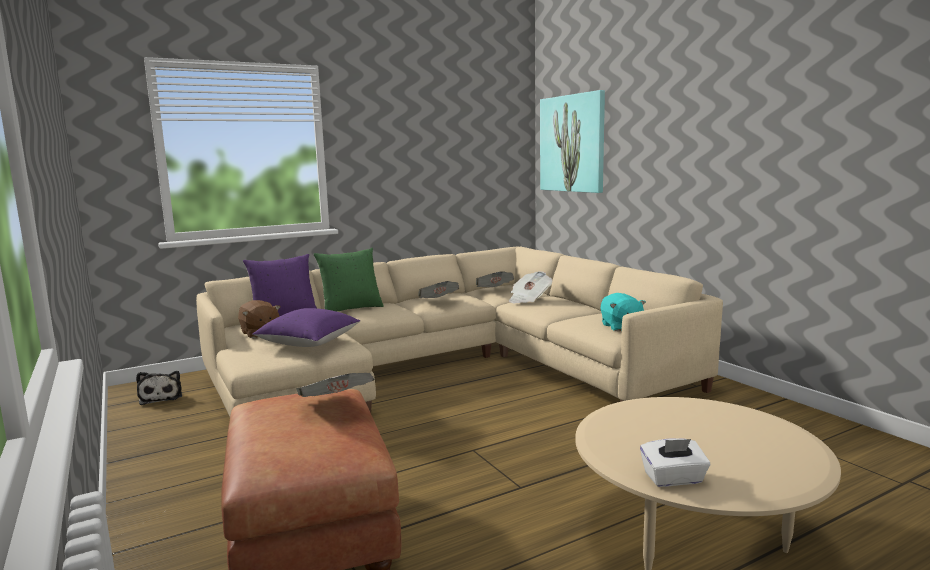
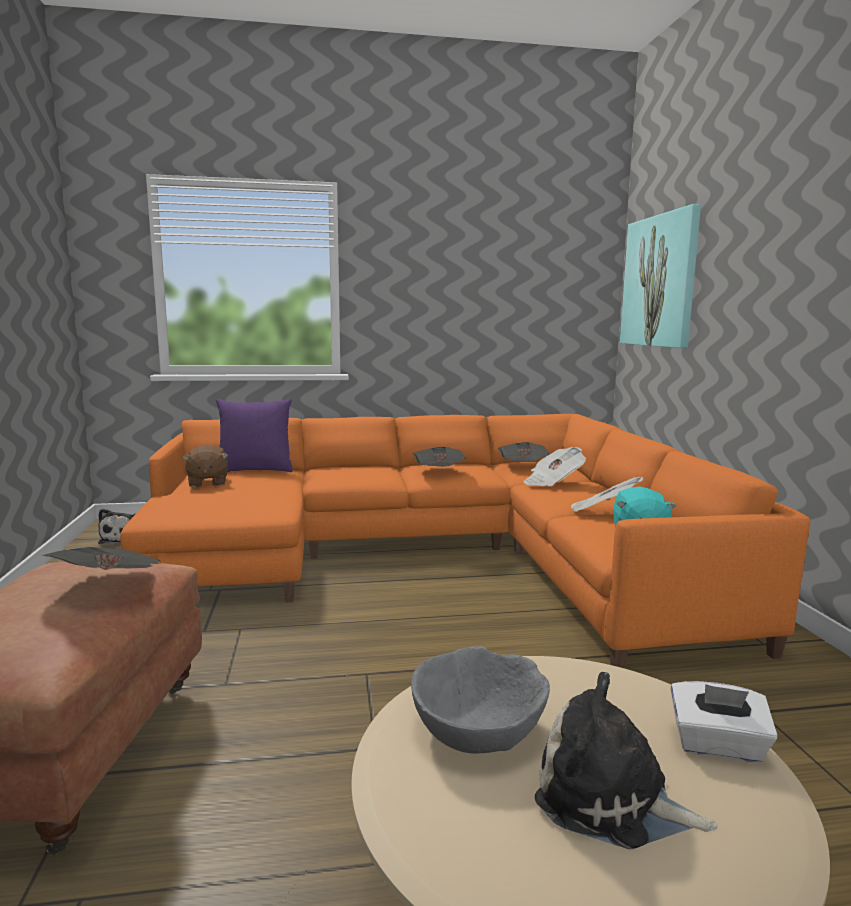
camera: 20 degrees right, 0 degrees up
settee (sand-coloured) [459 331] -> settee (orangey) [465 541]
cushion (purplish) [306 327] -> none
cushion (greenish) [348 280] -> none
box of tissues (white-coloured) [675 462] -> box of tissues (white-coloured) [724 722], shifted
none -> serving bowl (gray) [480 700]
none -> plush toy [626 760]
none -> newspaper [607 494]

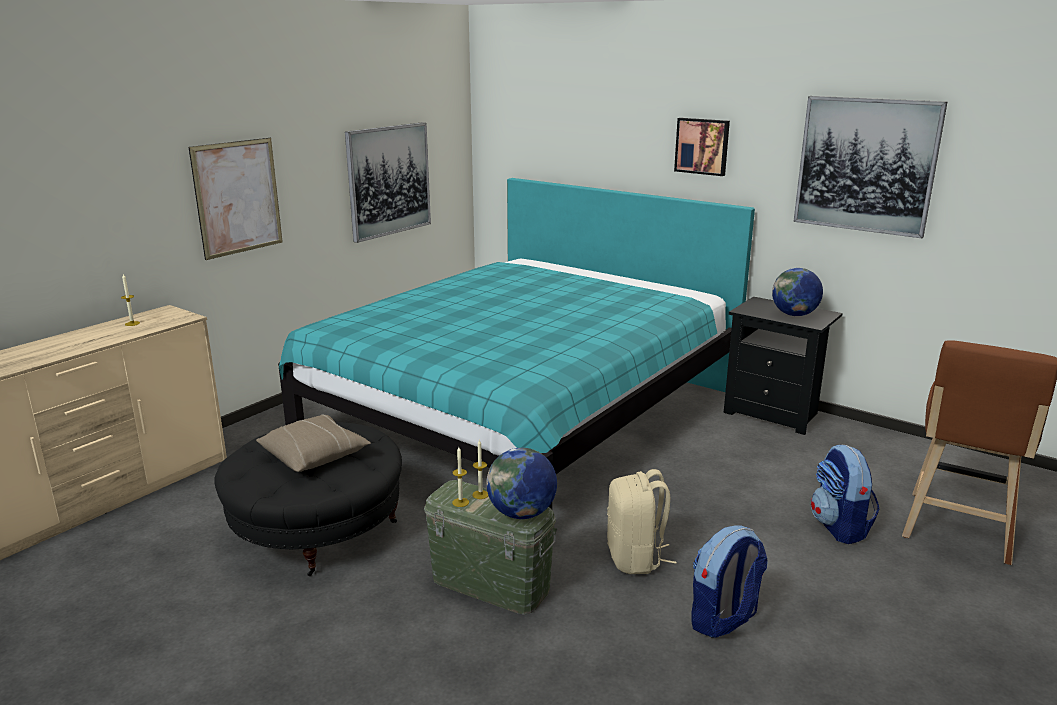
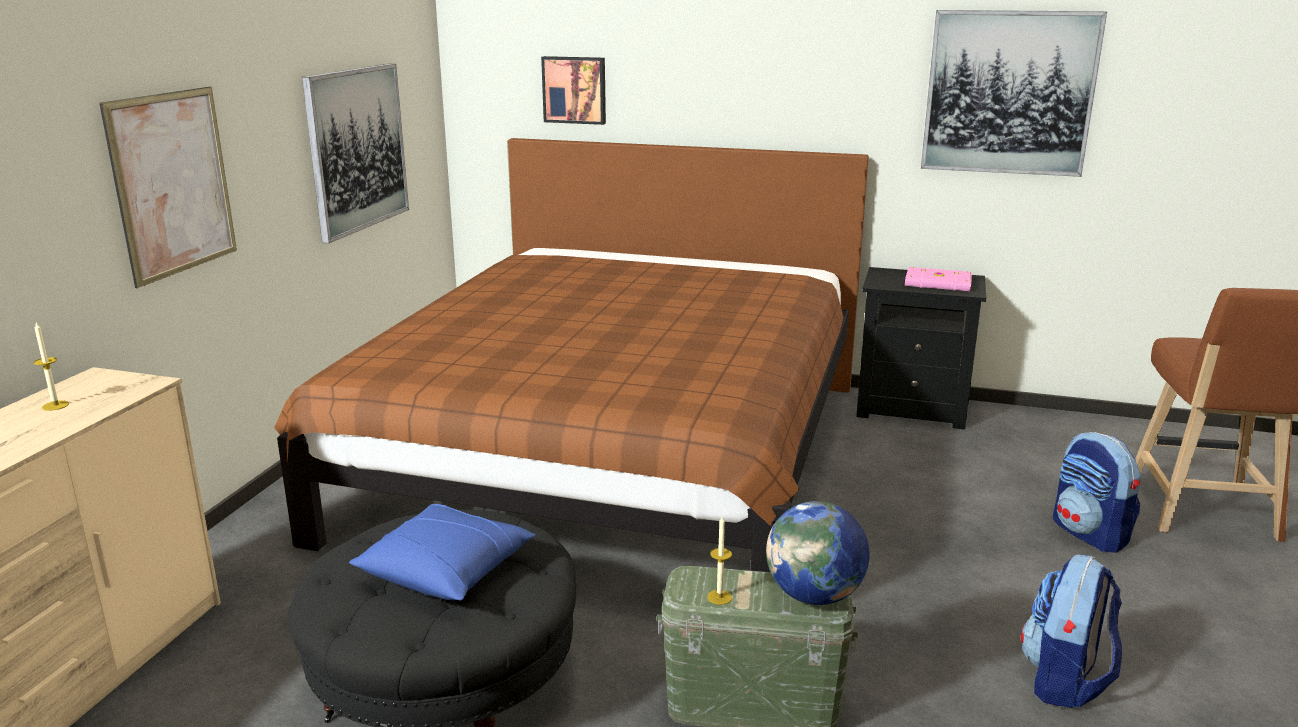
camera: 20 degrees left, 0 degrees up
cushion (sand-coloured) [313 443] -> cushion (blue-coloured) [442 552]
bed (blue-green) [516 343] -> bed (brownish) [571 355]
wax candle [480 469] -> none
backpack (sand-coloured) [641 521] -> none
wall picture [702 147] -> wall picture [573 90], shifted
world globe [797 292] -> volume (pinkish) [938 279]

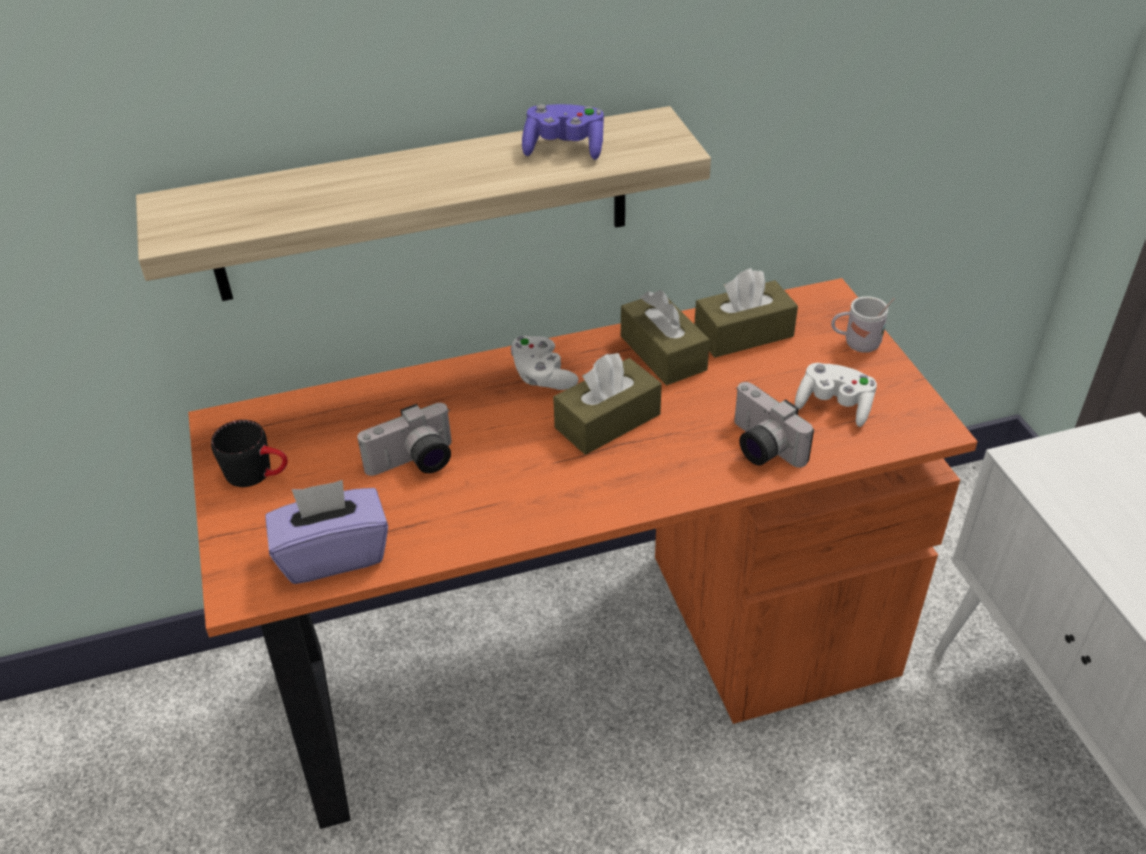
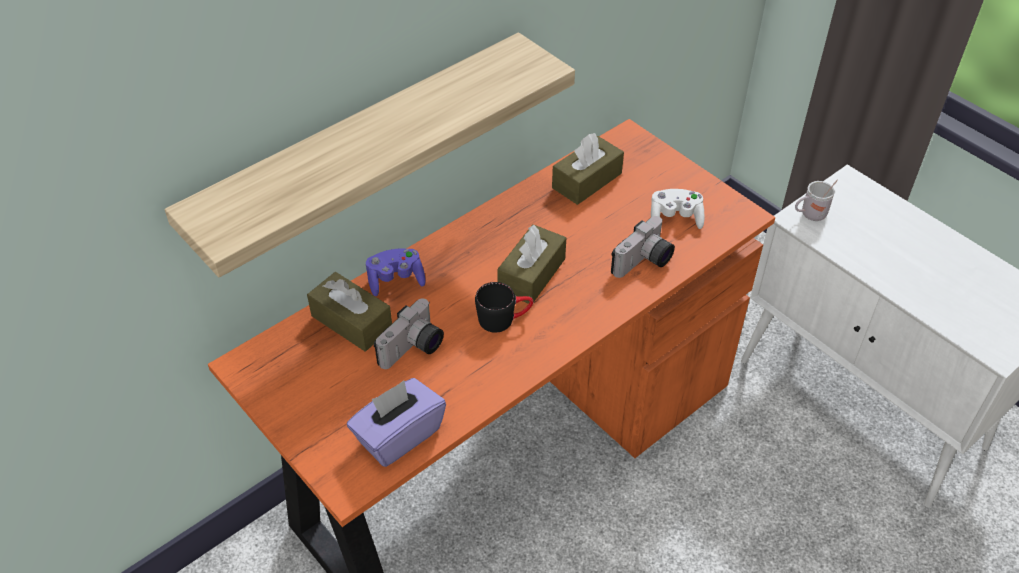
camera: 25 degrees left, 5 degrees up
mug (black-coloured) [249 453] -> mug (black-coloured) [504 307], shifted
game controller (white-coloured) [545 363] -> none
game controller (purplish) [563 132] -> game controller (purplish) [396 272], shifted
box of tissues (brownish) [665 338] -> box of tissues (brownish) [349 311], shifted
photo camera [774 425] -> photo camera [643 247], 75 degrees counterclockwise
mug (white-coloured) [863 324] -> mug (white-coloured) [816 200], shifted

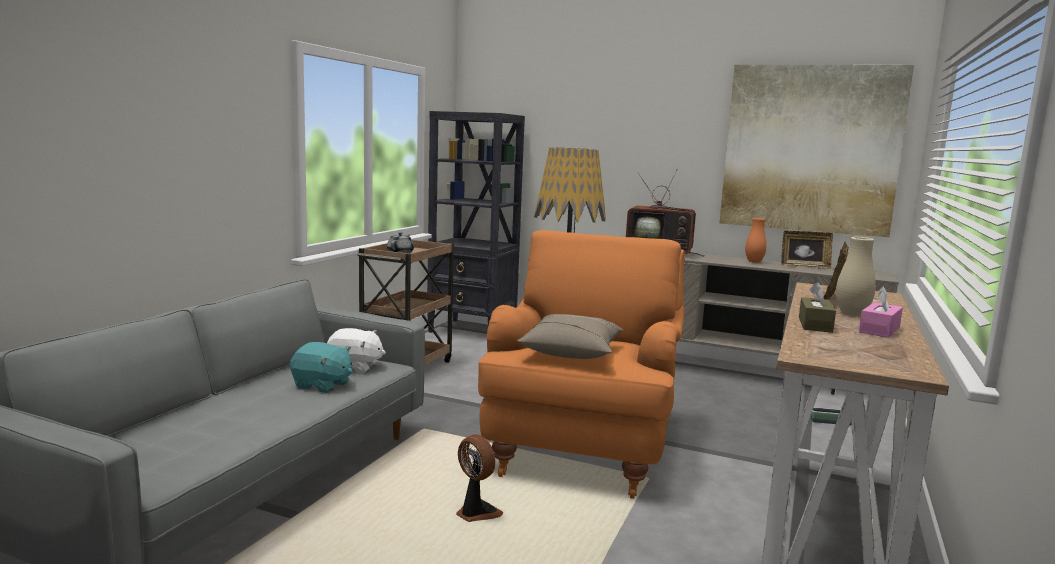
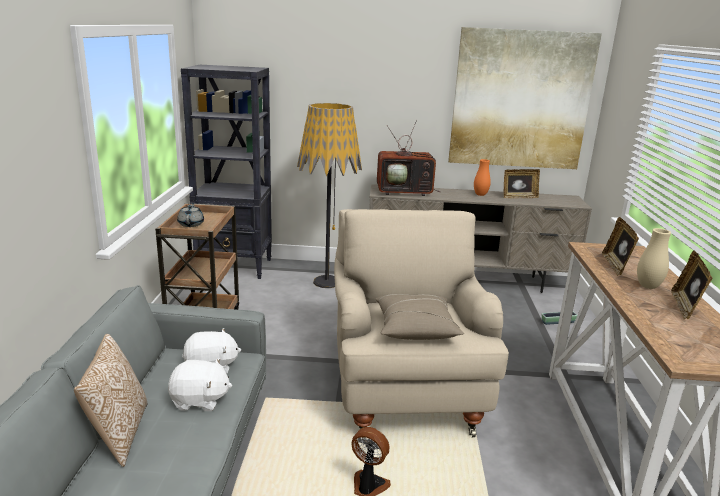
camera: 20 degrees left, 10 degrees up
plush toy (blue-green) [321 367] -> plush toy (white-coloured) [200 384]
easy chair (orangey) [581 364] -> easy chair (sand-coloured) [421 324]
box of tissues (brownish) [817 307] -> none
box of tissues (pinkish) [881 312] -> standing frame [691 285]
none -> cushion [111 400]

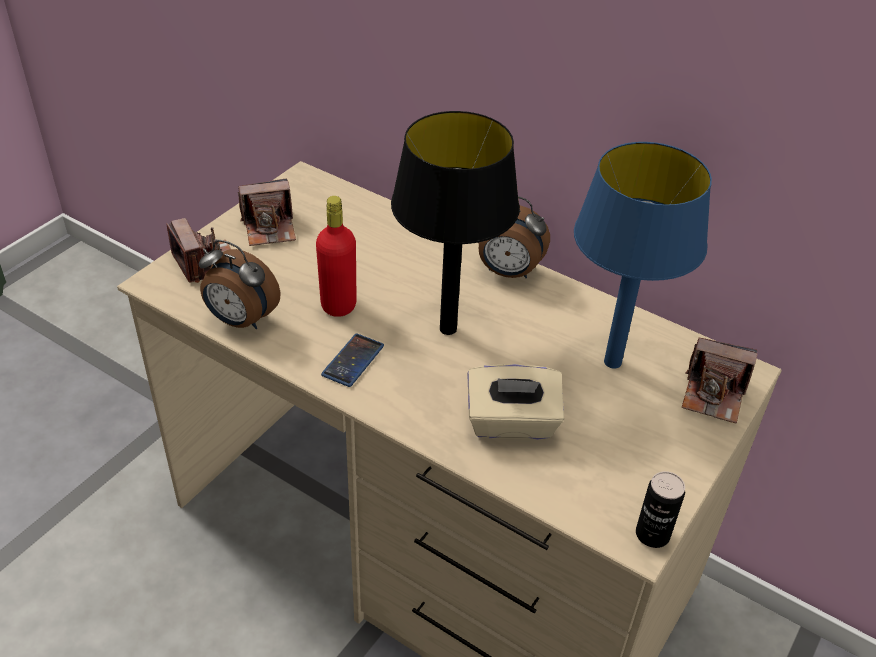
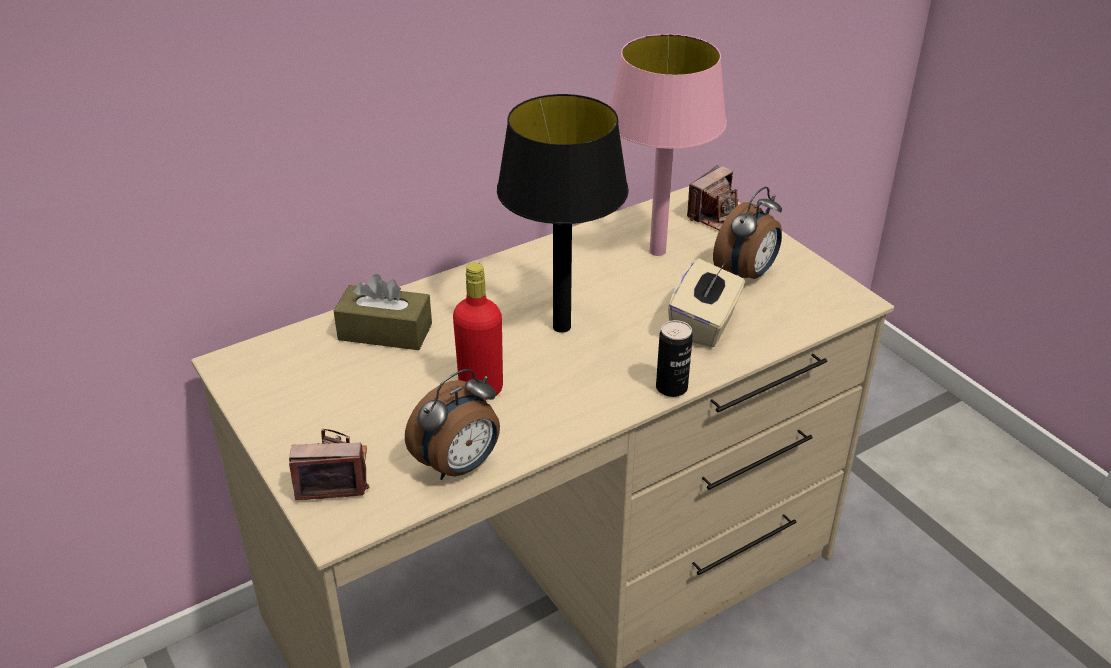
camera: 65 degrees left, 5 degrees down
photo camera [267 212] -> none
phone [352 360] -> none
table clock [514 237] -> table clock [747 233], shifted
table lamp (blue-coloured) [643 255] -> table lamp (pinkish) [668 145]
sealed can [660 509] -> sealed can [674 358], shifted
none -> box of tissues (brownish) [383 312]

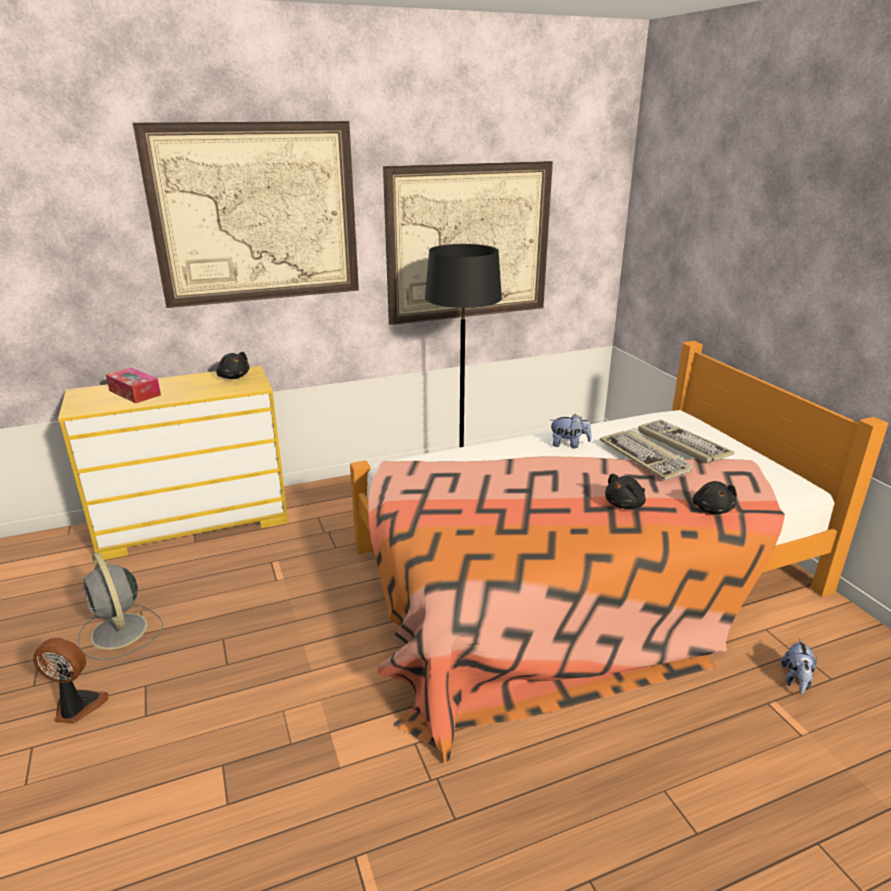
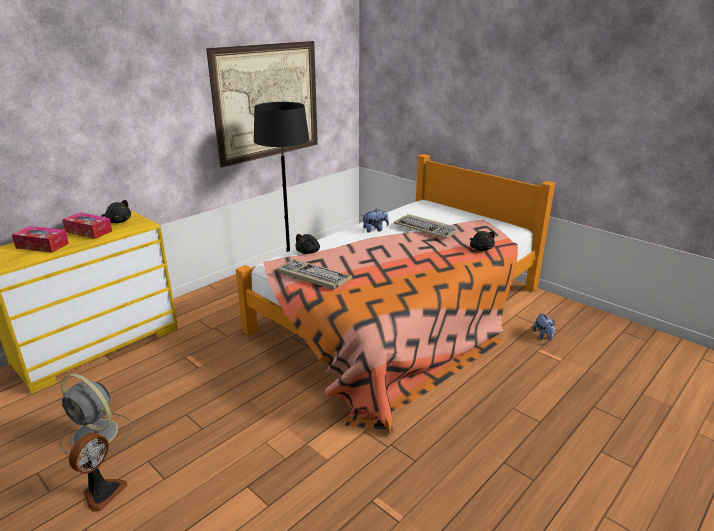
camera: 25 degrees left, 0 degrees up
fan [71 681] -> fan [98 472], 135 degrees clockwise
wall picture [246 214] -> none
plush toy (black-coloured) [625 491] -> plush toy (black-coloured) [307 244], shifted
keyboard [686 441] -> keyboard [314 274], shifted
none -> box of tissues [87 225]

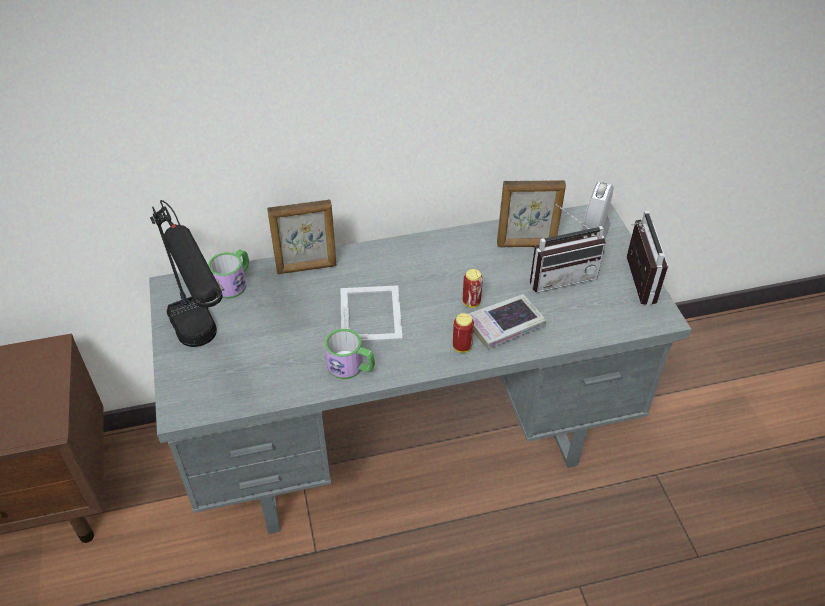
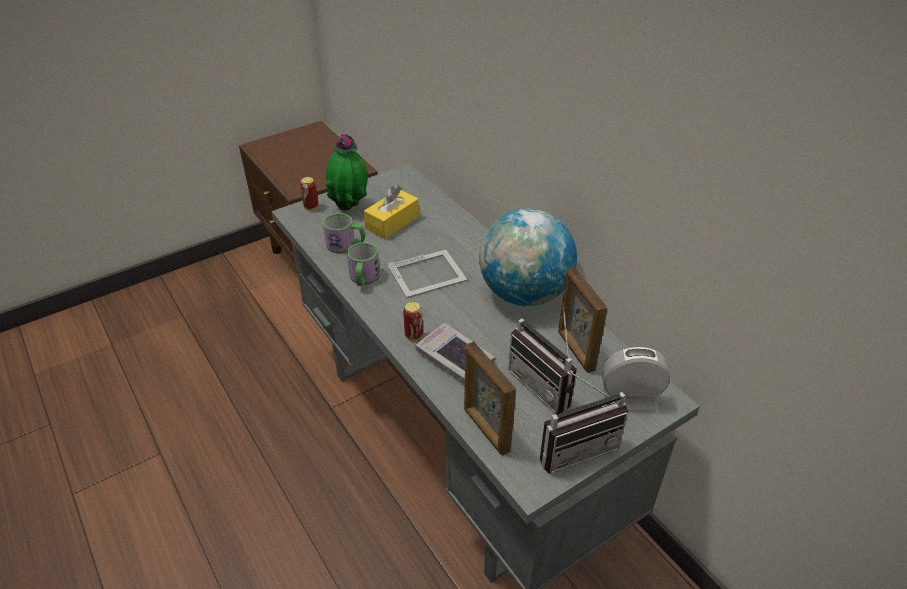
camera: 70 degrees right, 5 degrees down
table lamp (black-coloured) [186 273] -> houseplant [346 172]
mug [228 274] -> mug [344 233], shifted
standing frame [301 237] -> standing frame [490 398], shifted
sealed can [473 288] -> sealed can [309 193], shifted
none -> box of tissues (yellow) [391 212]
none -> world globe [528 257]

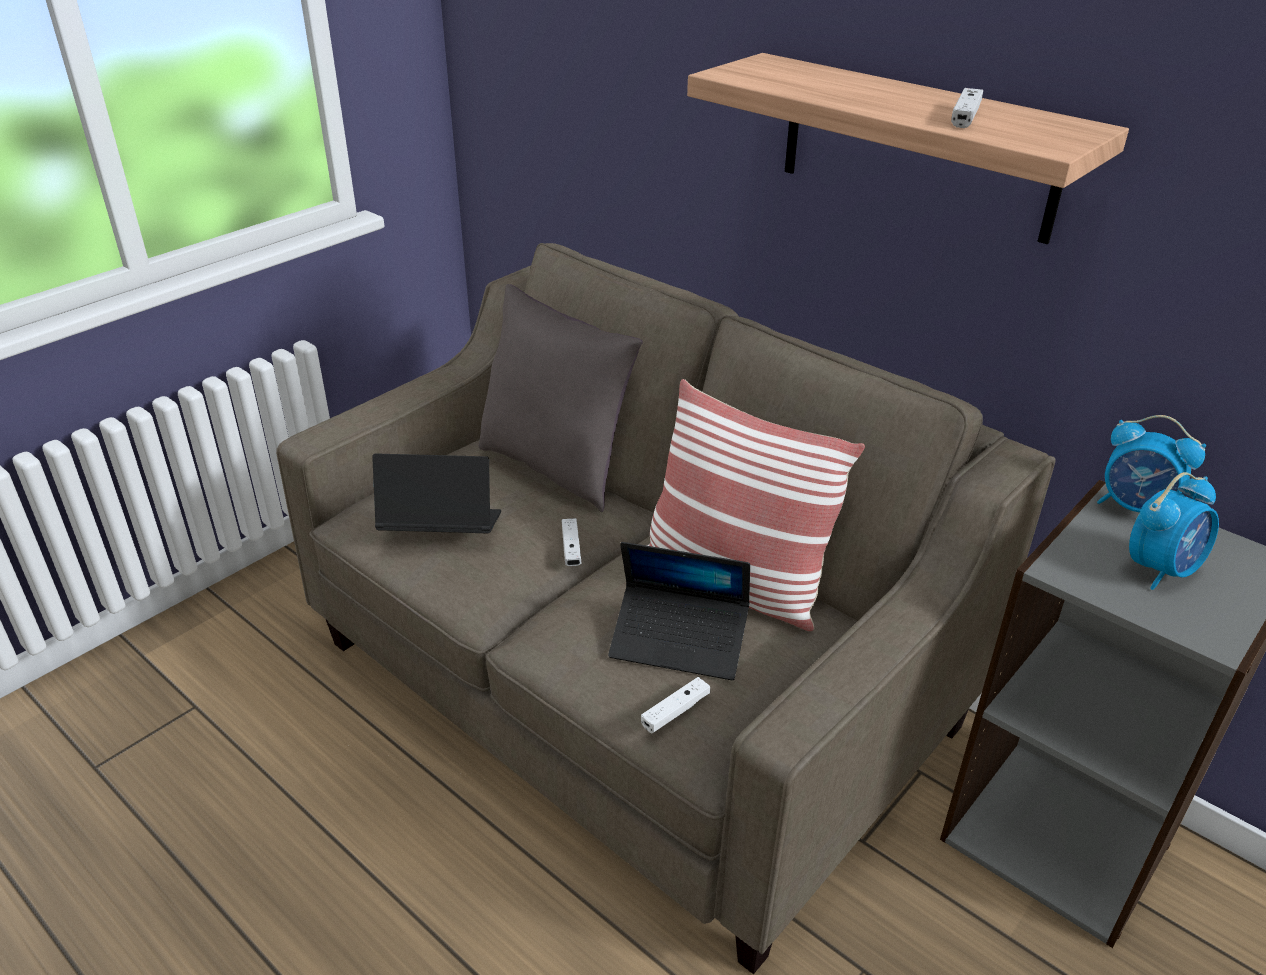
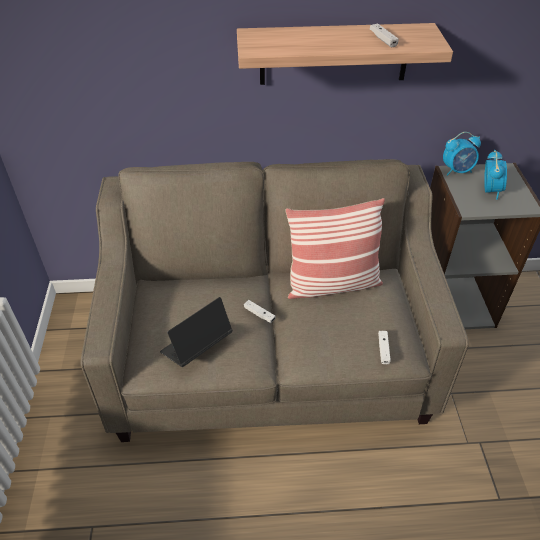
camera: 45 degrees left, 10 degrees up
cushion (gray) [561 398] -> none
portable computer [679 611] -> none

